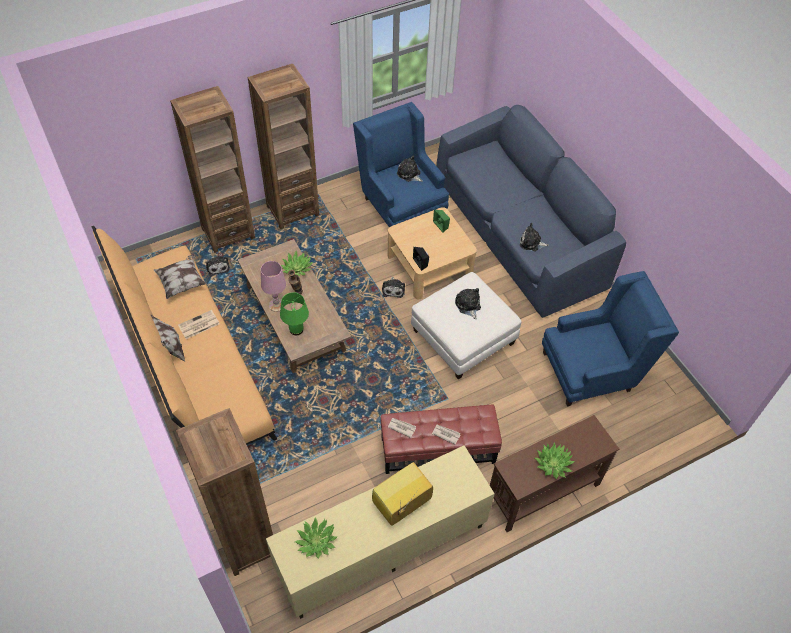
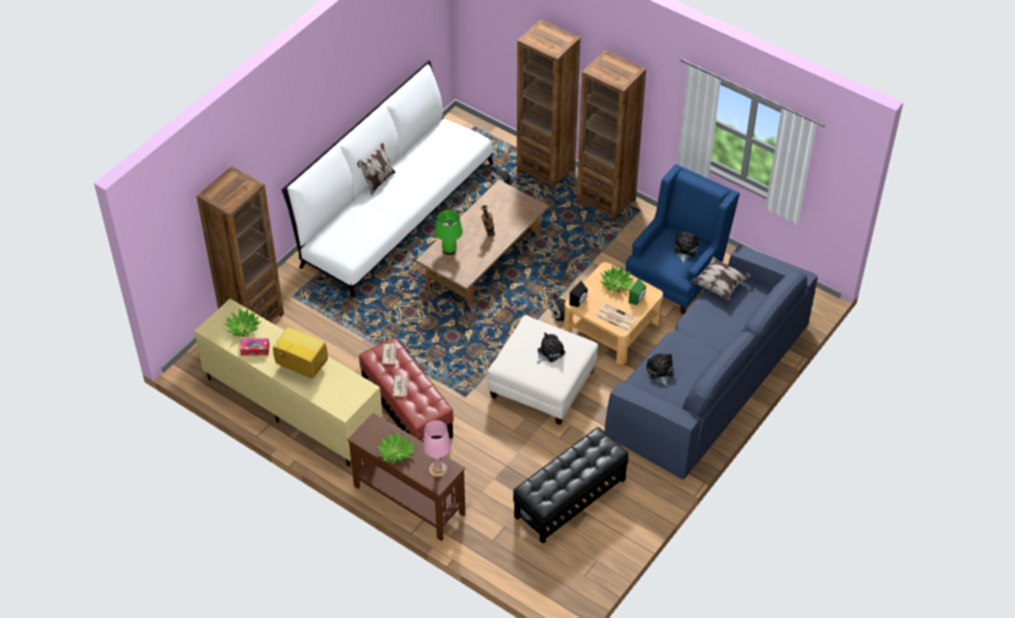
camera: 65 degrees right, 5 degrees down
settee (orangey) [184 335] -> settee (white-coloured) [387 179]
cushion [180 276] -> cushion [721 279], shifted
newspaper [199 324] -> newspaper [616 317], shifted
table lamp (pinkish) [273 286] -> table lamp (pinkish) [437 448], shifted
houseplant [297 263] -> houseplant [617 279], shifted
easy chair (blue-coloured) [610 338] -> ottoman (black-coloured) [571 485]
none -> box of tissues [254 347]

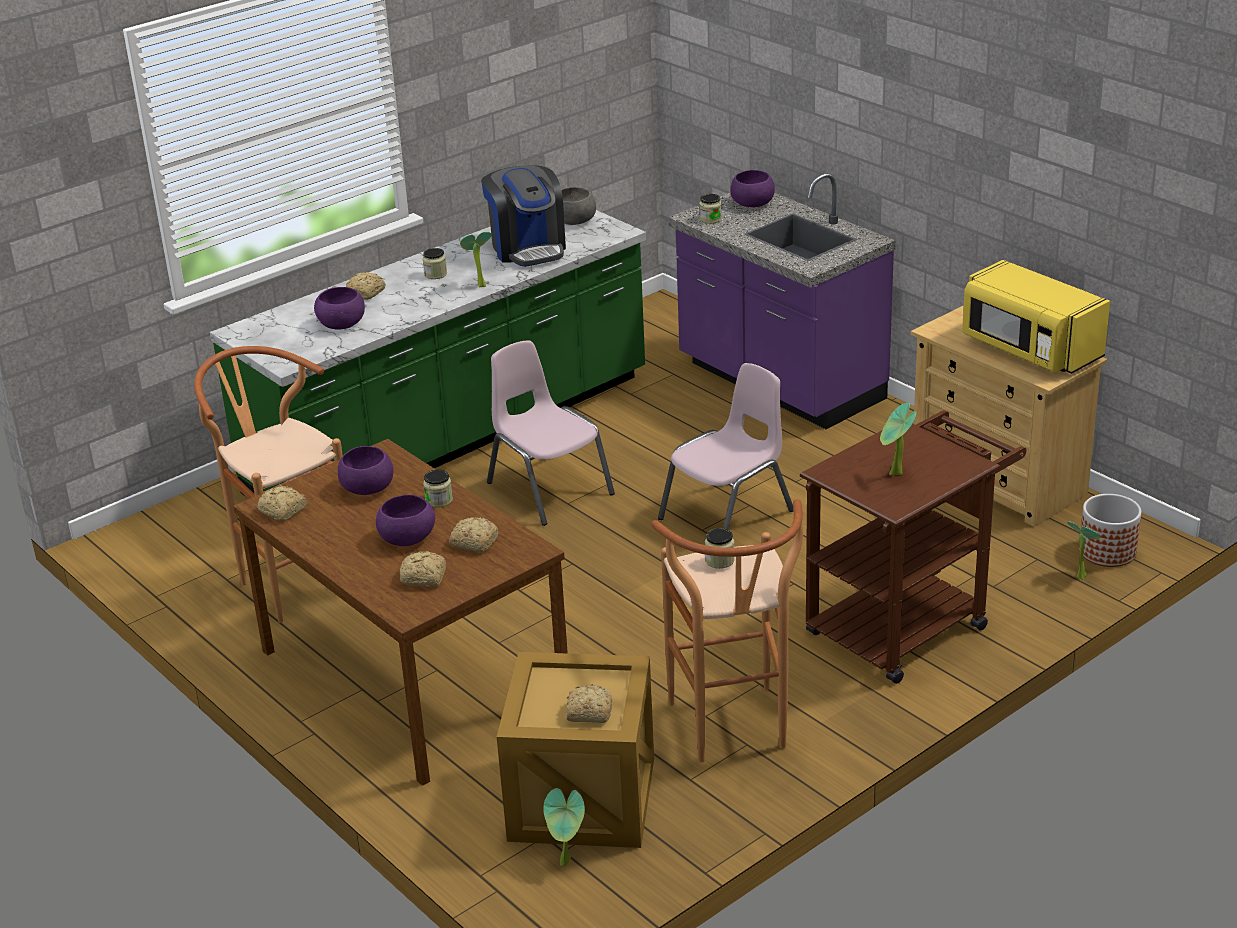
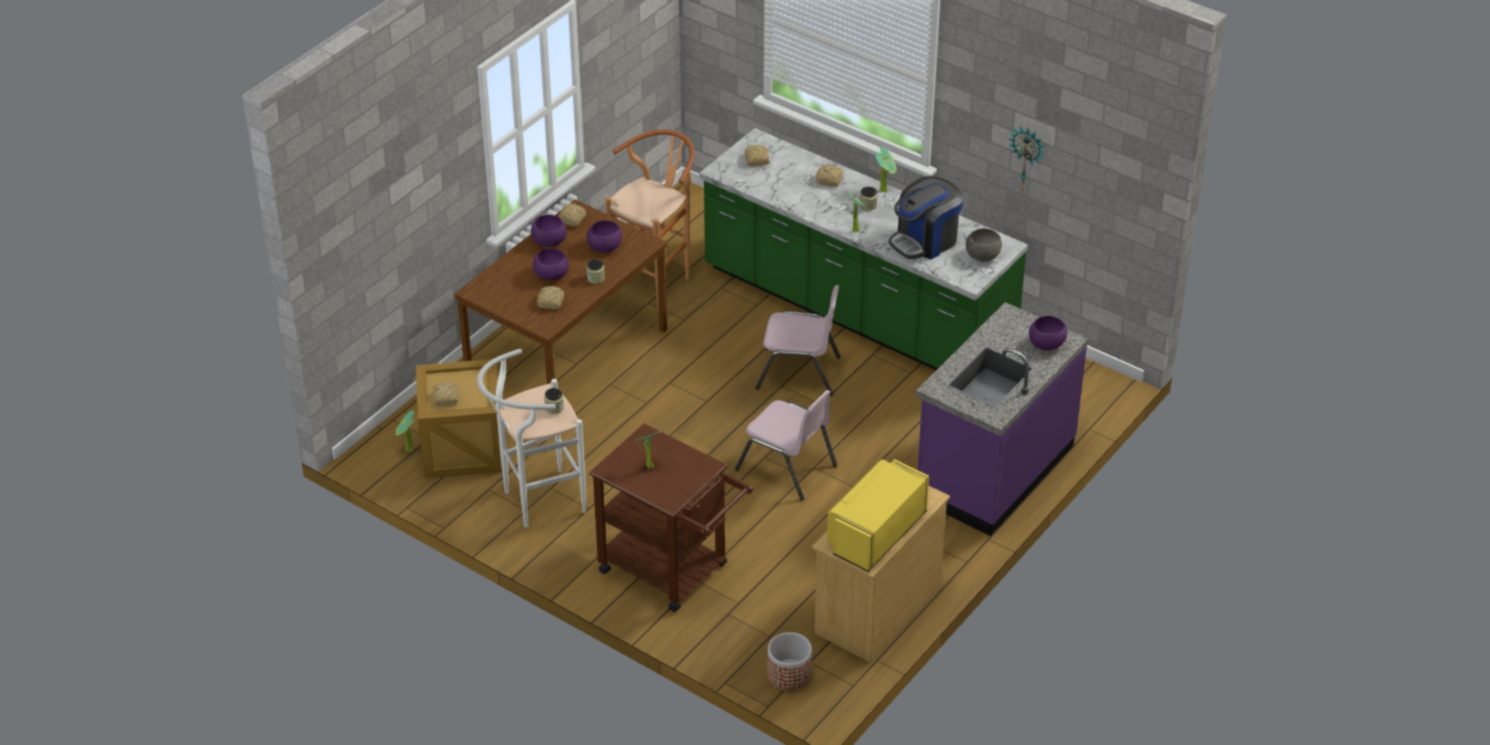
camera: 75 degrees right, 10 degrees up
serving bowl (purplish) [339 308] -> serving bowl (purplish) [549 231], shifted
bread [423 569] -> bread [757 155], shifted
plain chair (pinkish) [551 433] -> plain chair (pinkish) [798 340], 60 degrees clockwise
sitting stool (brownish) [727 631] -> sitting stool (white-coloured) [531 438]
preserve jar [710 209] -> none
houseplant [1083 550] -> houseplant [886 169], shifted
none -> wall clock [1027 159]

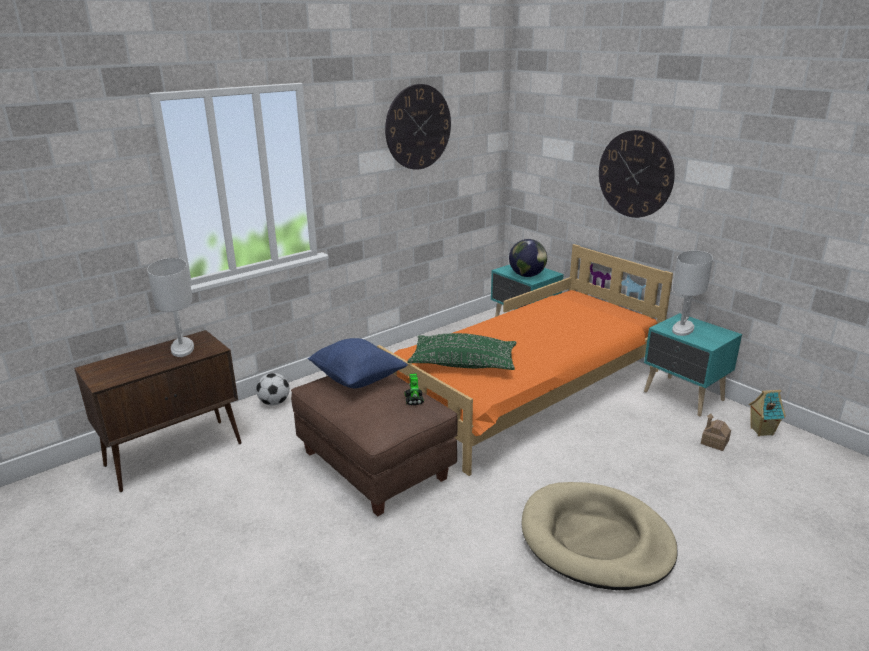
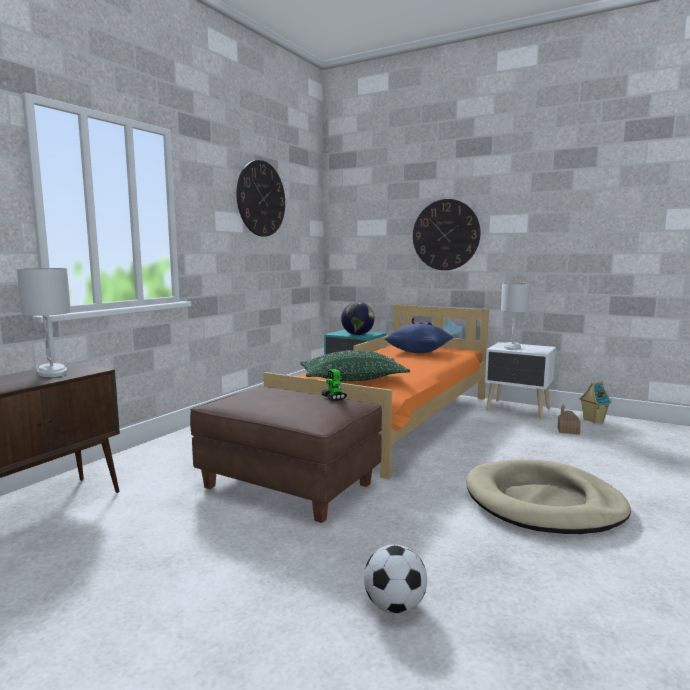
camera: 20 degrees left, 15 degrees down
ball for football [273 389] -> ball for football [395 579], shifted
cushion (blue-coloured) [358 363] -> cushion (blue-coloured) [419 338], shifted
night table (blue-green) [693 364] -> night table (white-coloured) [520 380]

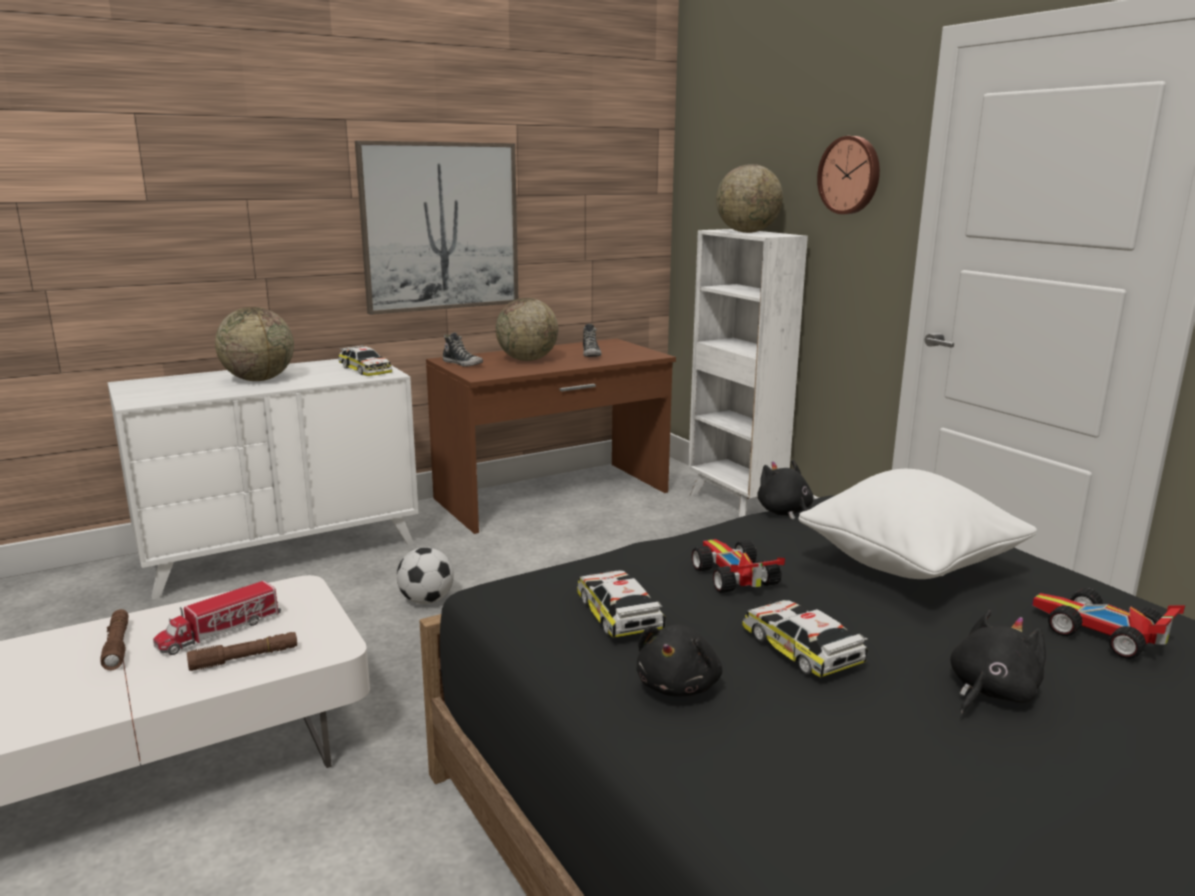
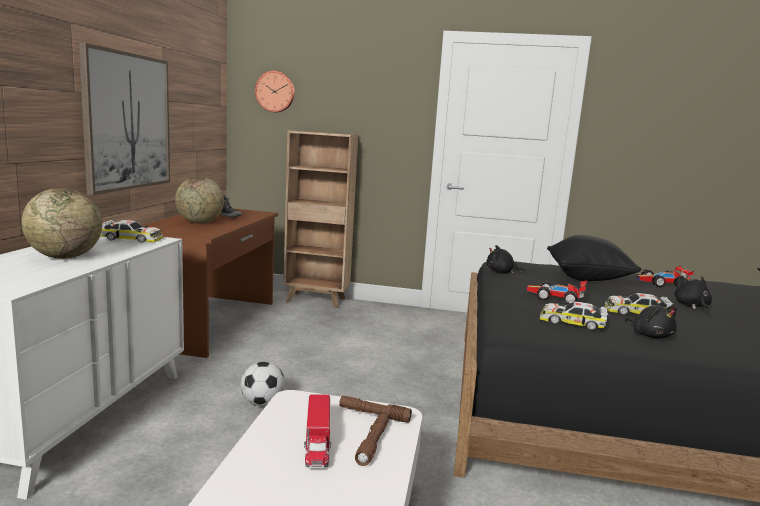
camera: 50 degrees left, 5 degrees down
hand torch (brownish) [114 639] -> hand torch (brownish) [375 409], shifted
low shoe [463 349] -> none
shelving unit (white-coloured) [748 373] -> shelving unit (brownish) [320 219]
world globe [749 198] -> none
cushion (white-coloured) [917 524] -> cushion (black-coloured) [594 258]
wall clock [848 175] -> wall clock [275 91], shifted

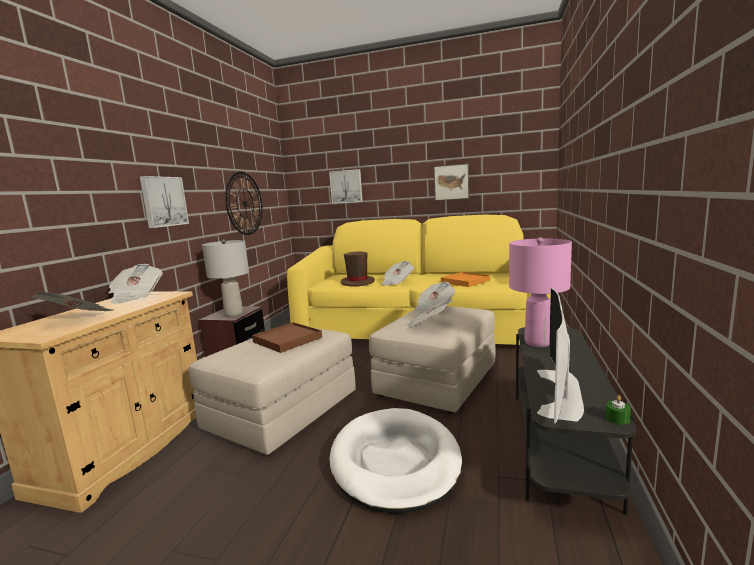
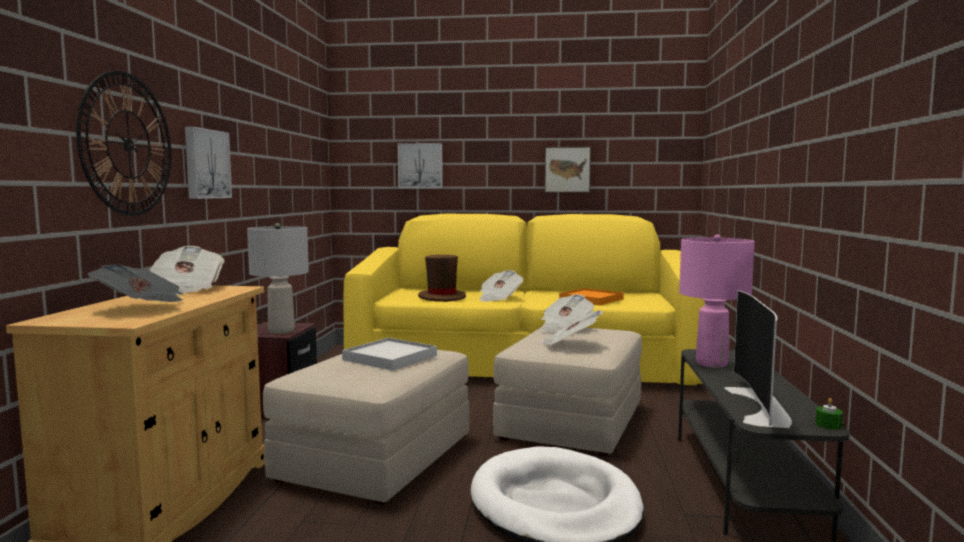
camera: 10 degrees left, 5 degrees down
wall clock [243 203] -> wall clock [123 143], shifted
serving tray (brownish) [287 337] -> serving tray (white-coloured) [389 354]

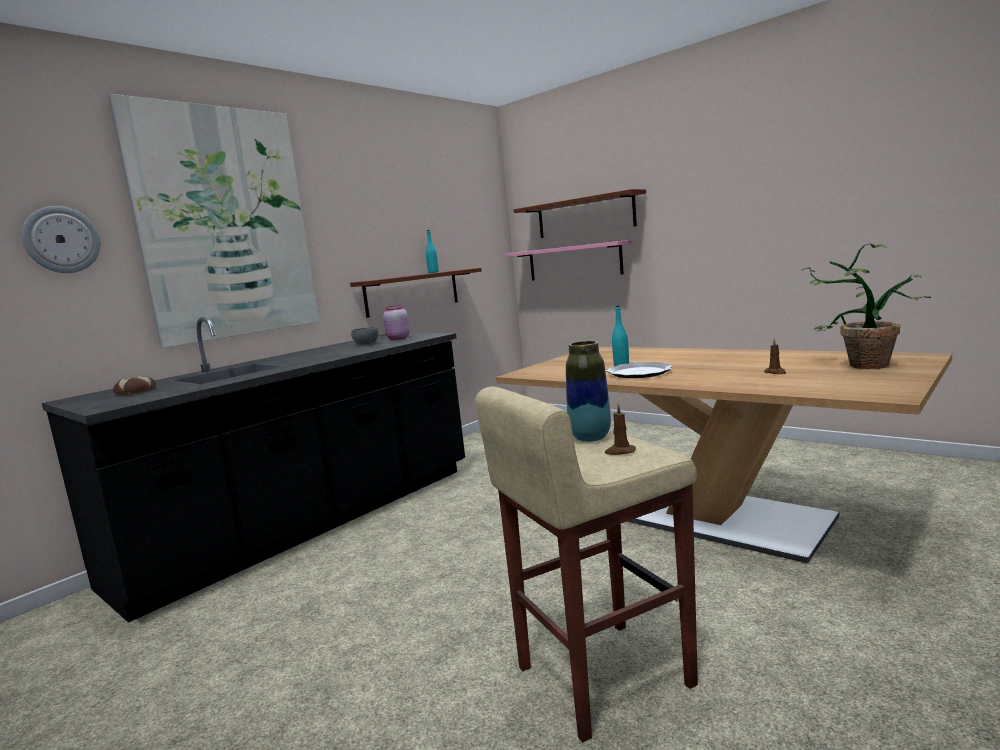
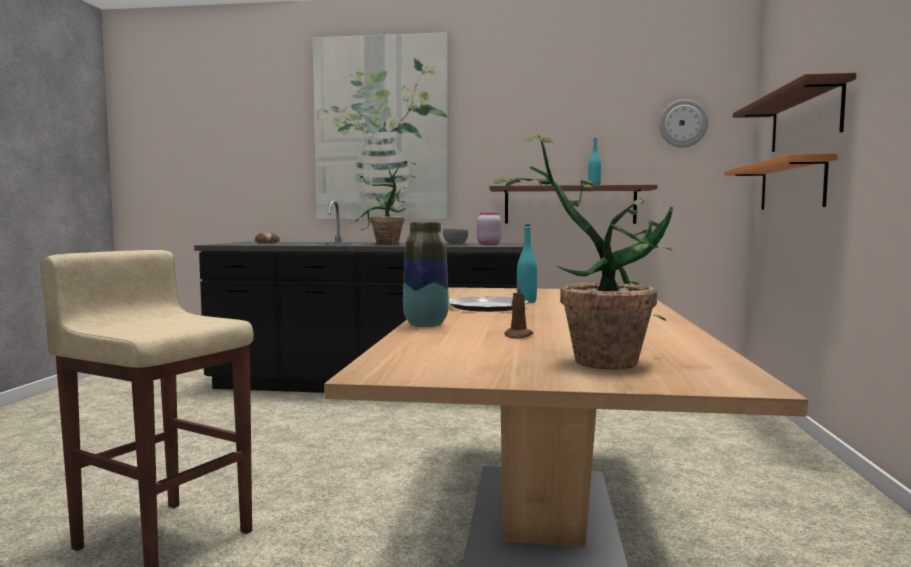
camera: 55 degrees right, 5 degrees down
wall clock [61 239] -> wall clock [683 123], shifted
wall shelf (pinkish) [569 260] -> wall shelf (orangey) [781 182]
flower vase [588 391] -> flower vase [426 274], shifted
wax candle (brownish) [620 429] -> none
none -> houseplant [383 203]

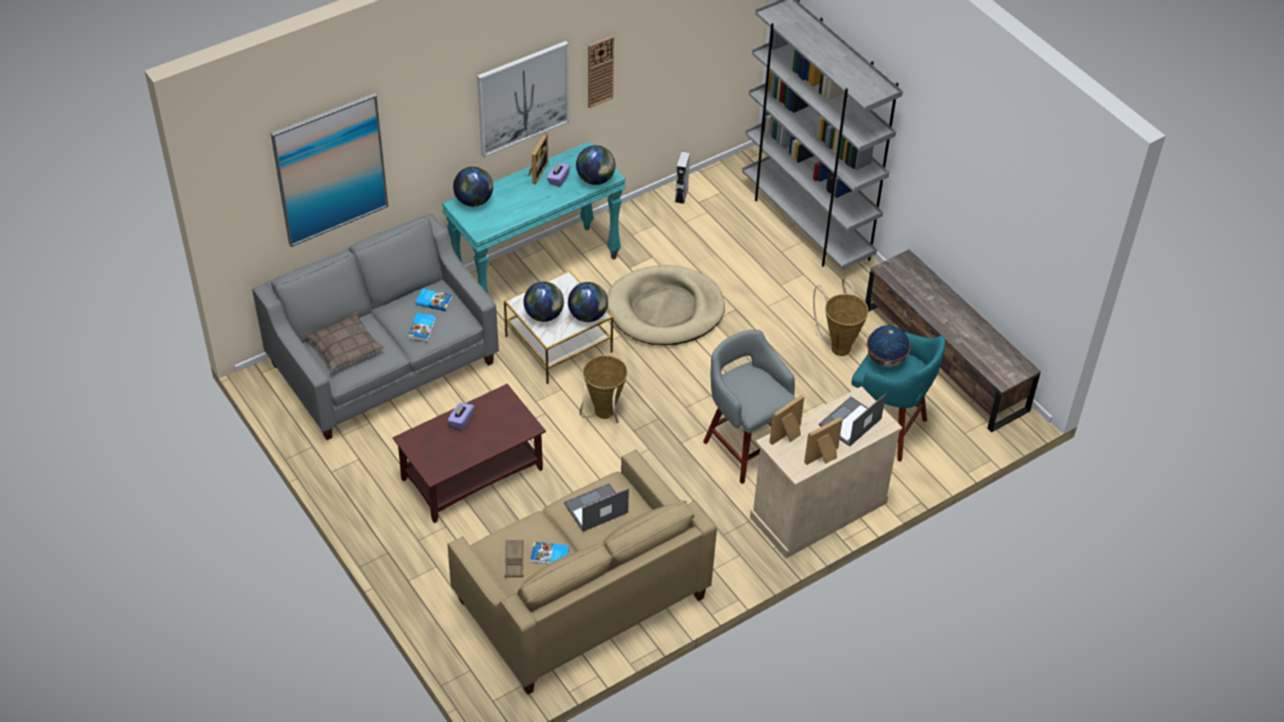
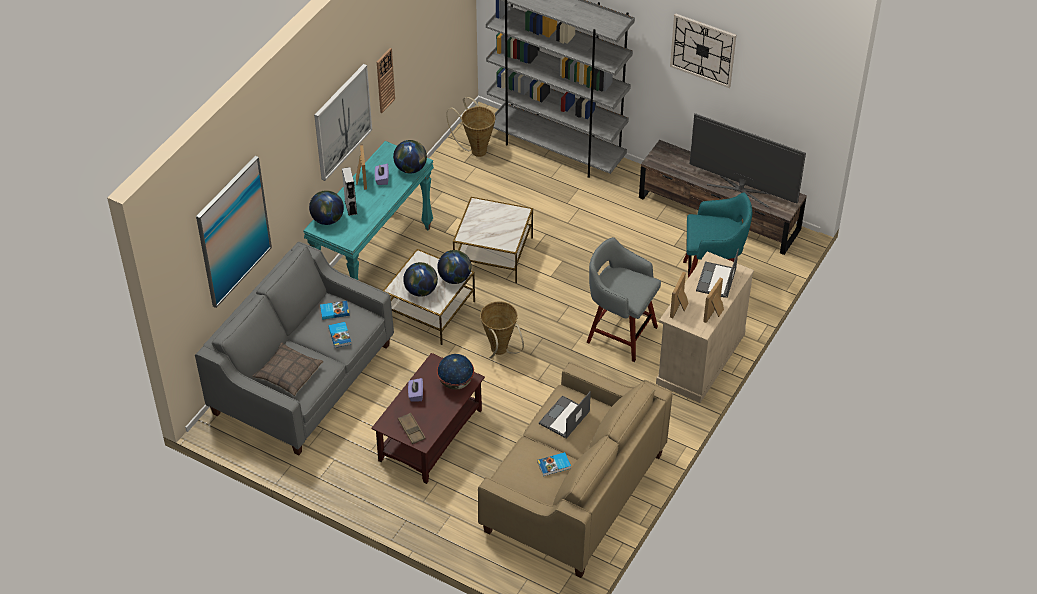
camera: 25 degrees left, 0 degrees up
serving tray (brownish) [514 558] -> serving tray (brownish) [412 428], shifted
dog cushion (sand-coloured) [666 305] -> end table [493 240]
speaker (gray) [682 177] -> speaker (gray) [349 191], shifted
household basket [841 317] -> household basket [470 127], shifted
world globe [889 346] -> world globe [455 372], shifted
none -> wall clock [703 50]
none -> television [748 160]

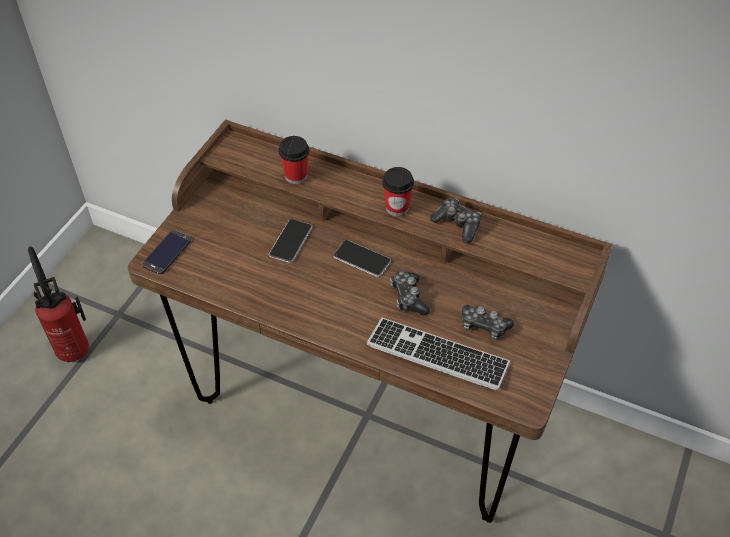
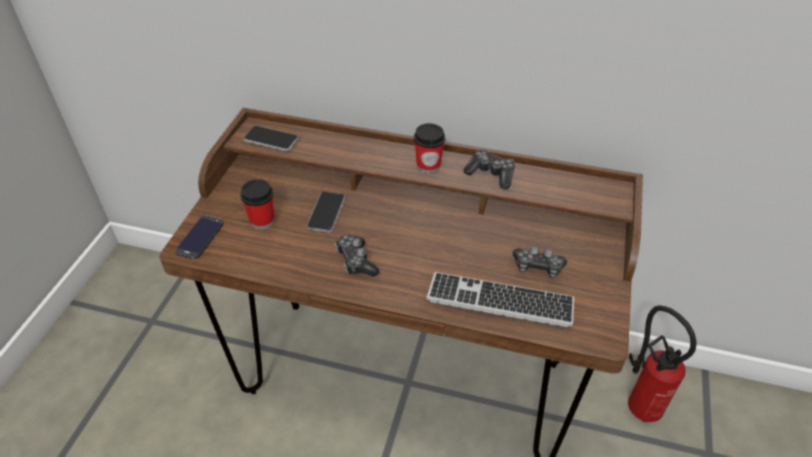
camera: 10 degrees left, 5 degrees down
fire-fighting cylinder [58 304] -> fire-fighting cylinder [662 363], shifted
cup [294 160] -> cup [257 204], shifted
phone [362 258] -> phone [270 138], shifted
game controller [410 293] -> game controller [357 255], shifted

